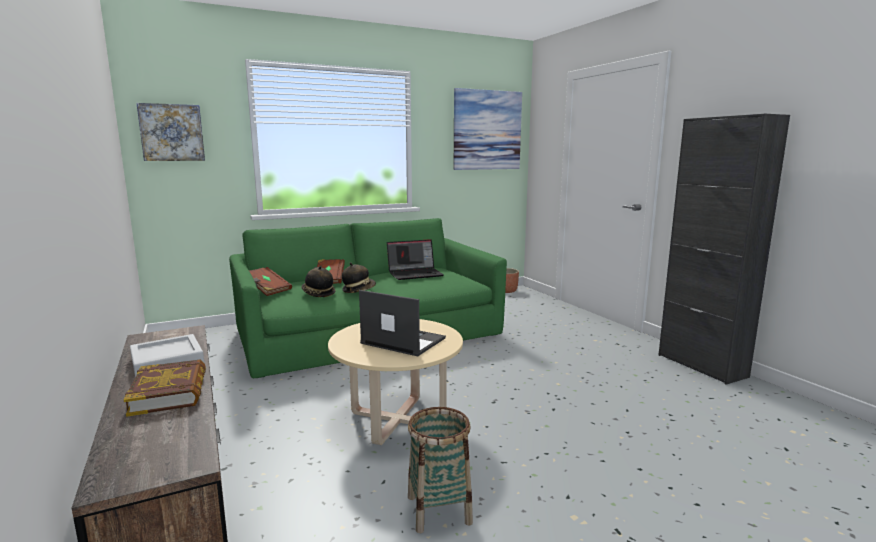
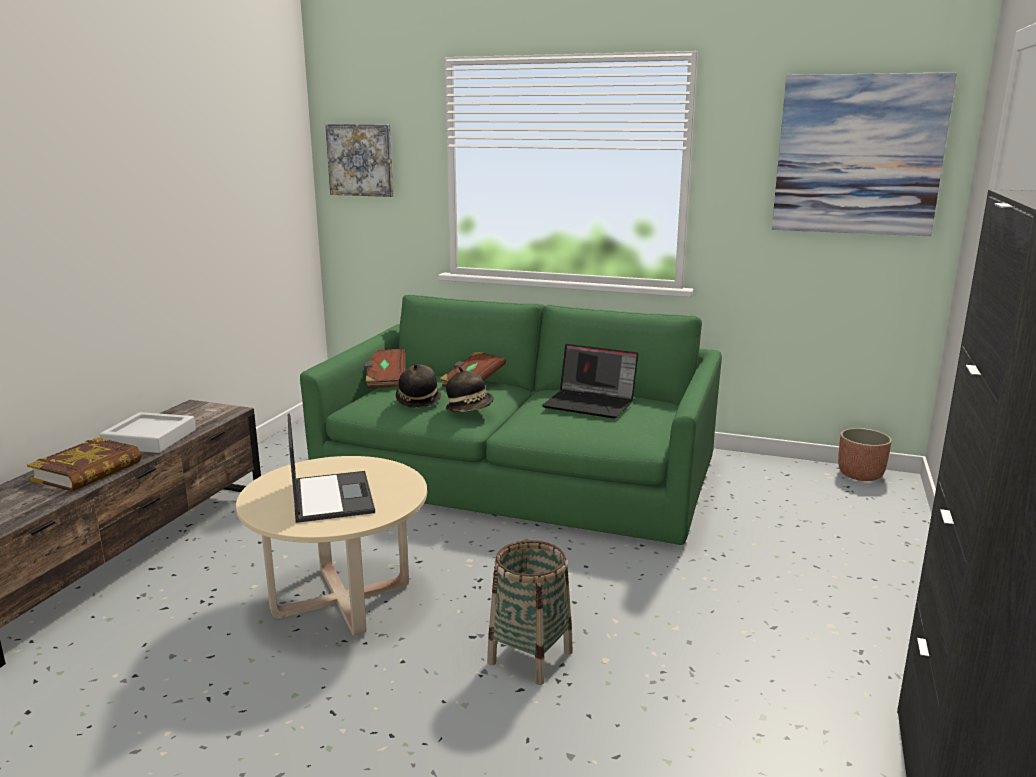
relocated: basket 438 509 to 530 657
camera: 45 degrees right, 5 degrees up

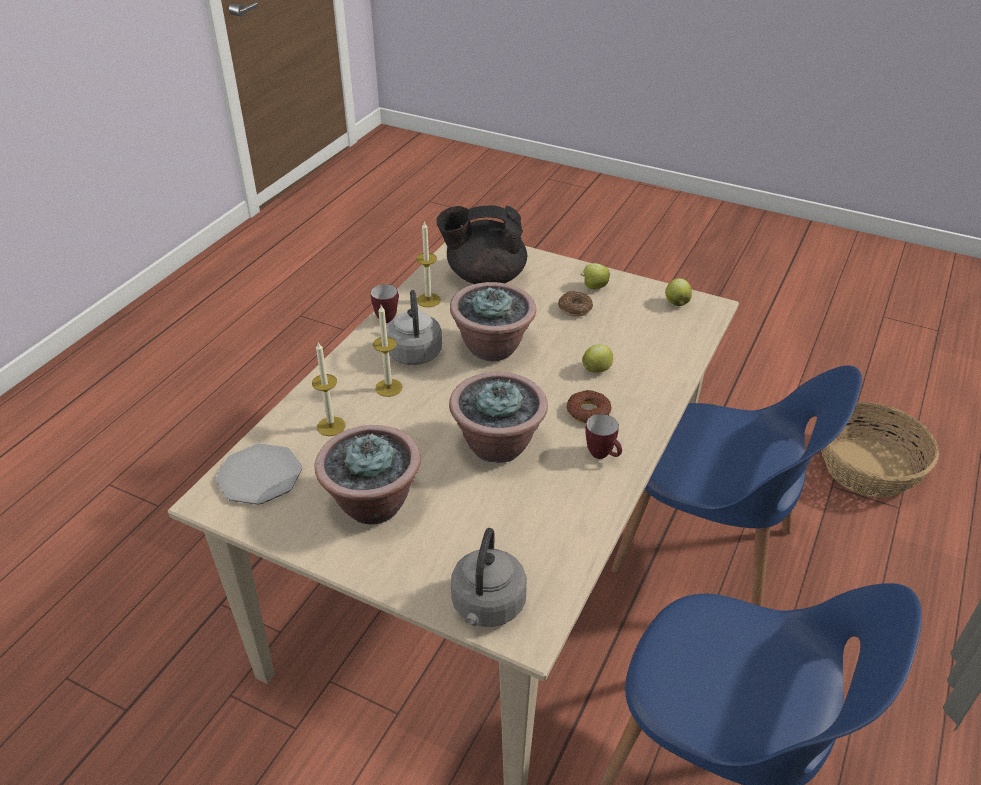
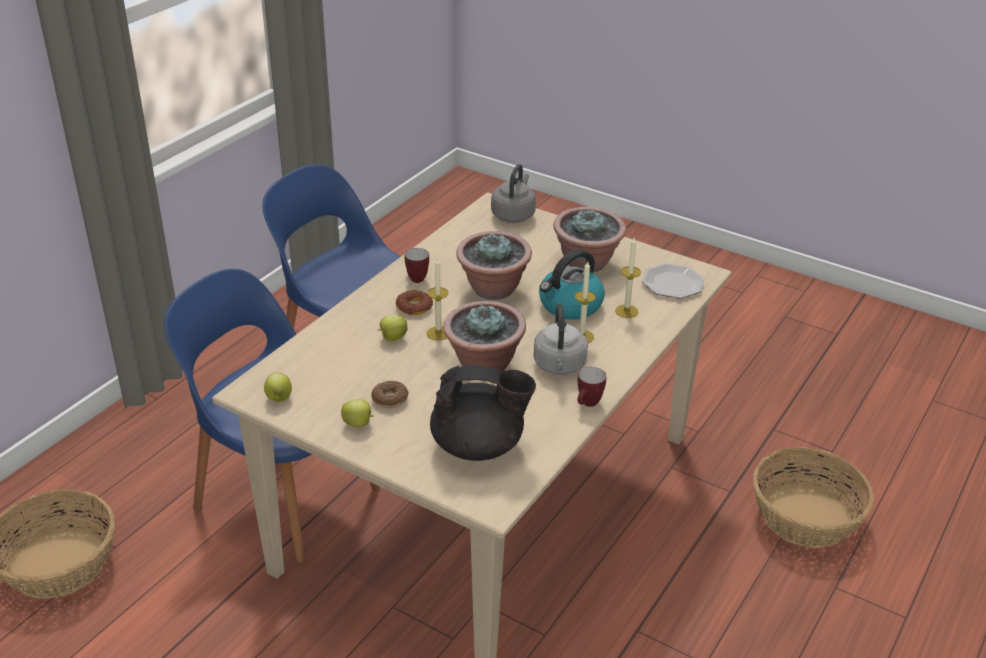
appeared: kettle 570 306; basket 806 517
relocated: candle 428 300 to 438 333
camera: 175 degrees left, 5 degrees down

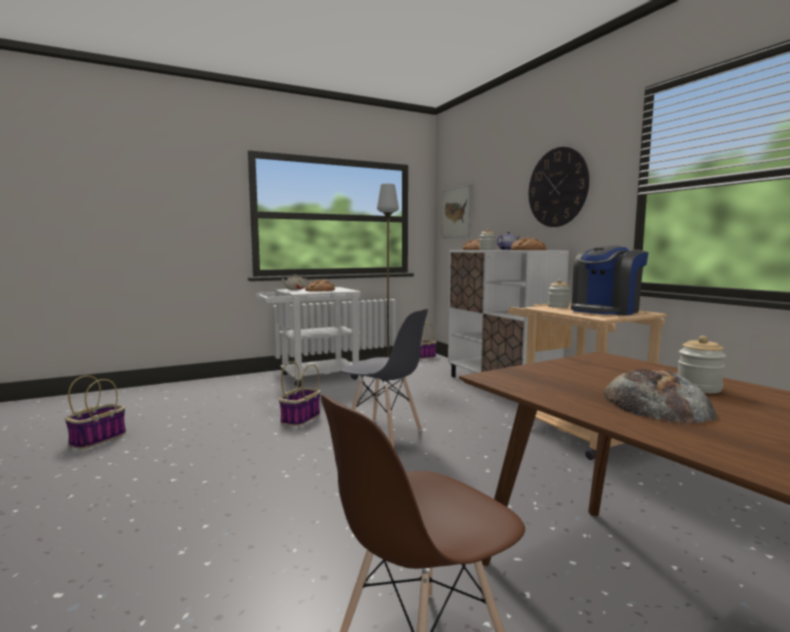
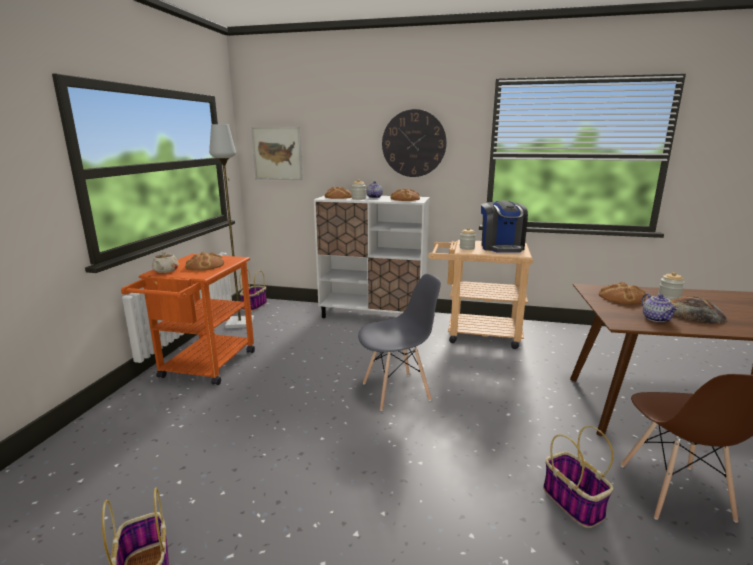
appeared: bread 621 297; teapot 657 319
relocated: basket 300 418 to 574 503
colour: cart (white) 312 377 to cart (orange) 204 368
camera: 50 degrees left, 10 degrees up

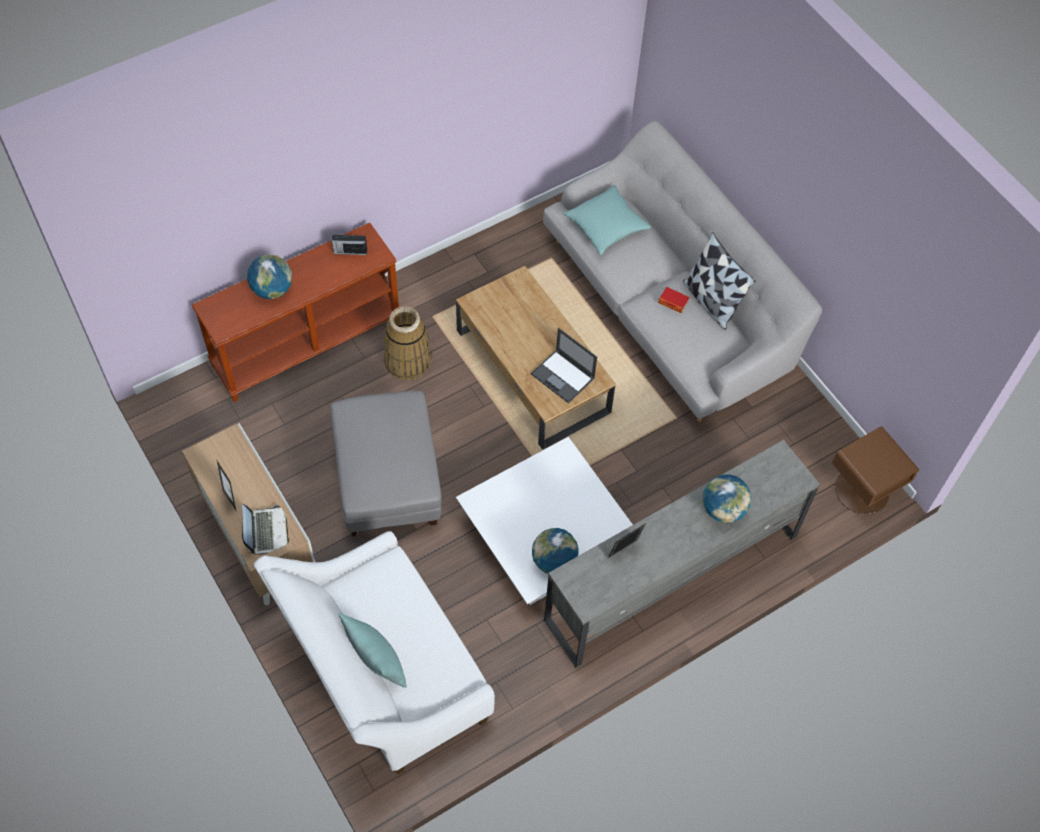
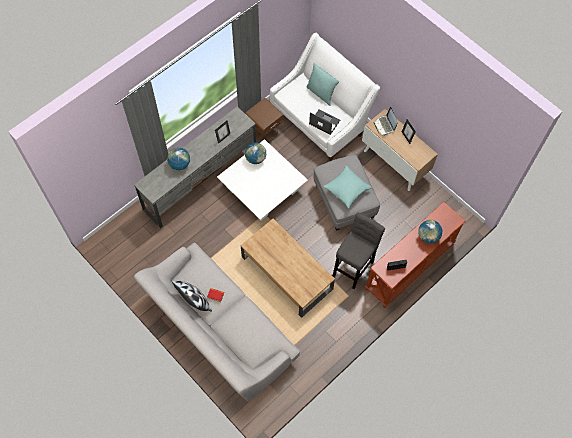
relocated: laptop 563 376 to 324 122; pillow (turquoise) 606 227 to 346 189; nightstand (brown) 862 490 to 264 130
exchanged: basket 407 360 to stool (grey) 354 267
camera: 170 degrees right, 5 degrees up

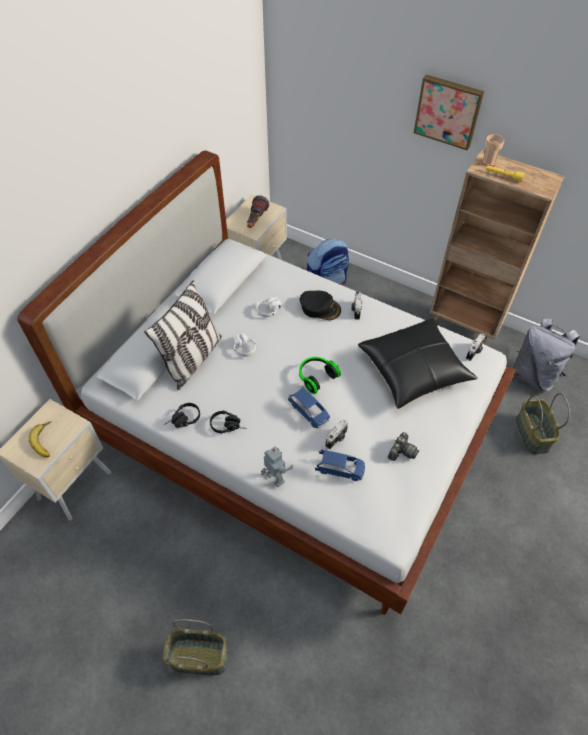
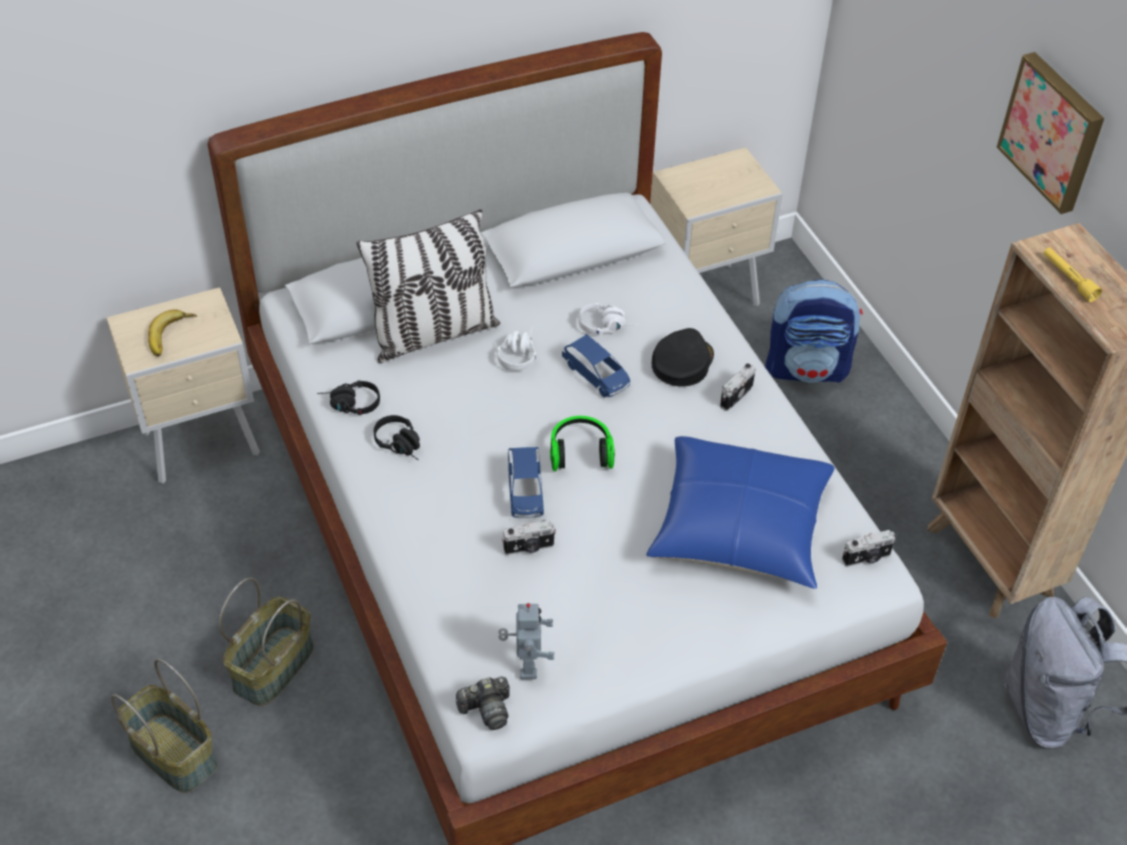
missing: flashlight 256 220; cup 488 162
relocated: toy robot 274 479 to 526 665; toy car (blue) 340 469 to 596 375; photo camera 401 452 to 486 709; basket 531 433 to 272 665
colour: pillow (black) 413 370 to pillow (blue) 739 527
spun: cap (black) 320 308 = 682 362 120 degrees counterclockwise
camera: 35 degrees right, 5 degrees down

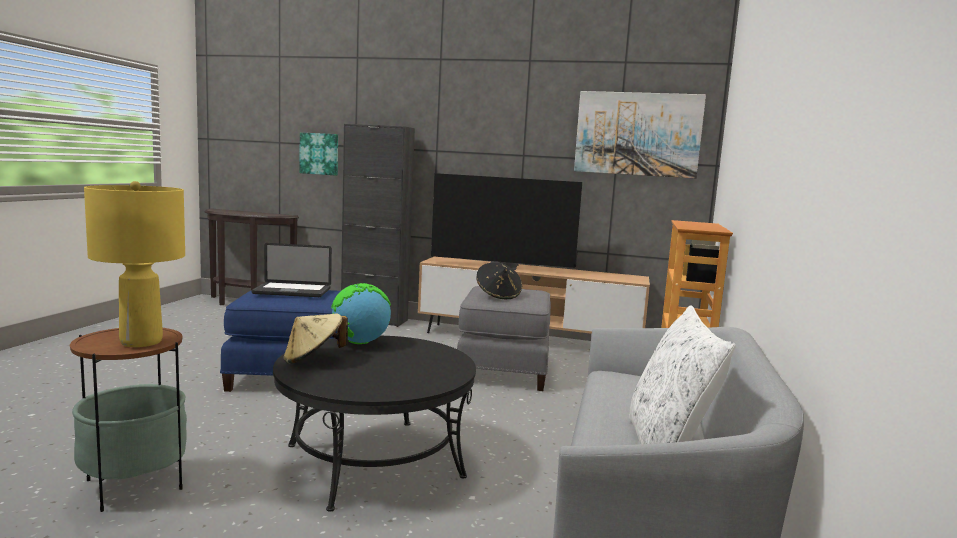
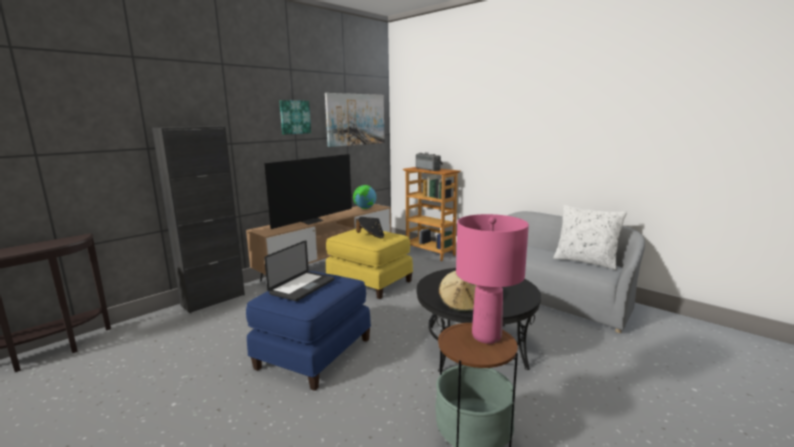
appeared: radio 429 169
relocated: picture 319 154 to 294 117; globe 360 343 to 365 208
colour: table lamp (yellow) 141 341 to table lamp (pink) 486 336; ottoman (grey) 503 369 to ottoman (yellow) 369 282
camera: 60 degrees left, 5 degrees up

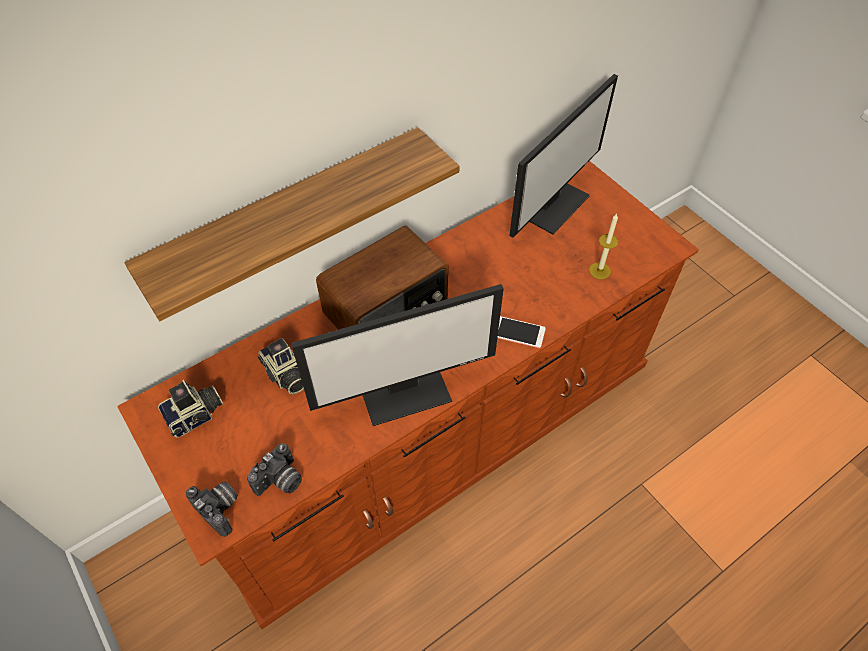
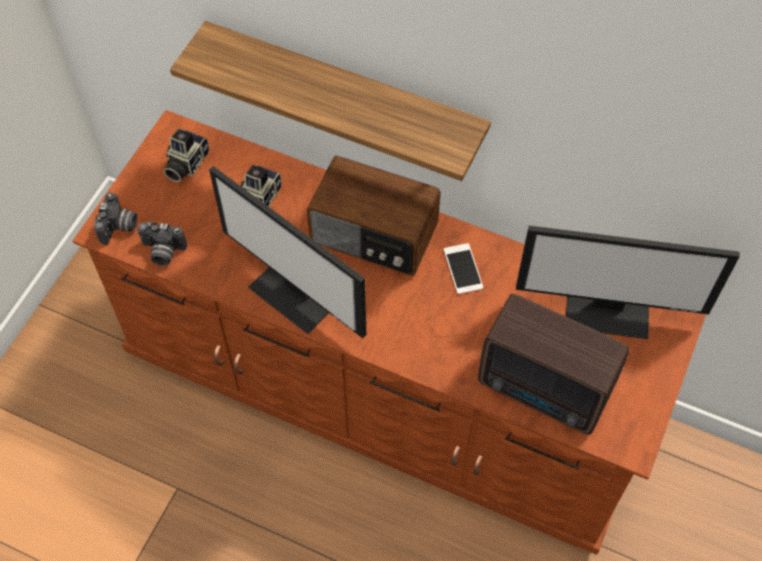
relocated: phone 517 332 to 463 269
exchanged: candle 599 271 to radio 545 391
spun: photo camera 196 416 = 185 164 90 degrees clockwise
camera: 60 degrees right, 5 degrees up

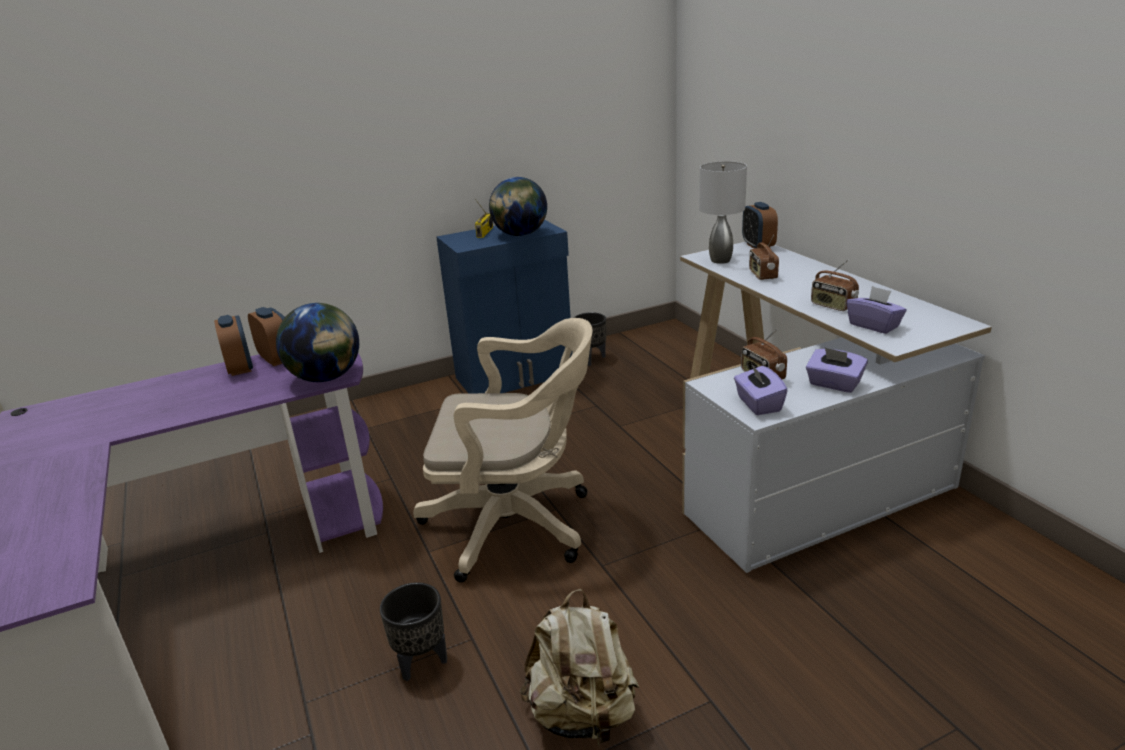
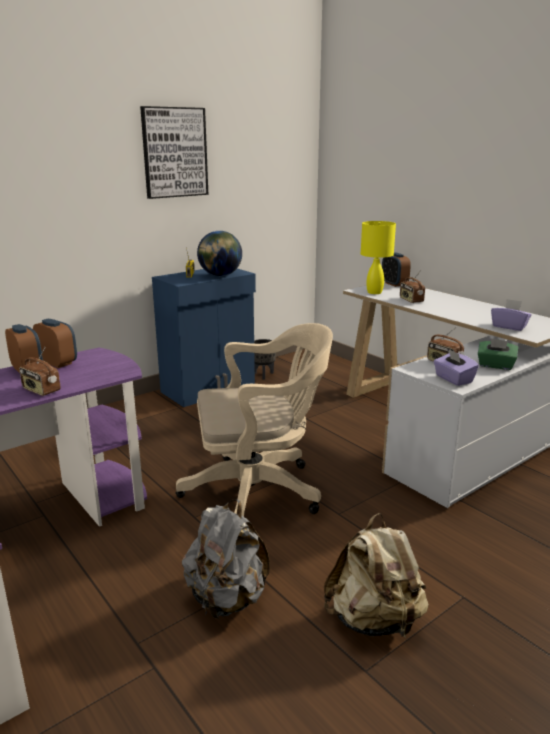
missing: globe 326 378
appeared: picture 174 152
relocated: radio 832 306 to 41 390
exchanged: planter (black) 422 662 to backpack (grey) 227 599
colour: table lamp (grey) 720 260 to table lamp (yellow) 374 292; tissue box (purple) 834 384 to tissue box (green) 495 365
camera: 15 degrees left, 5 degrees down

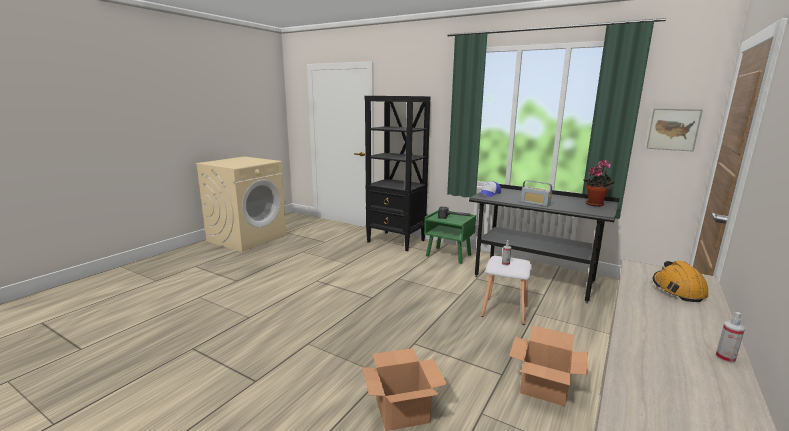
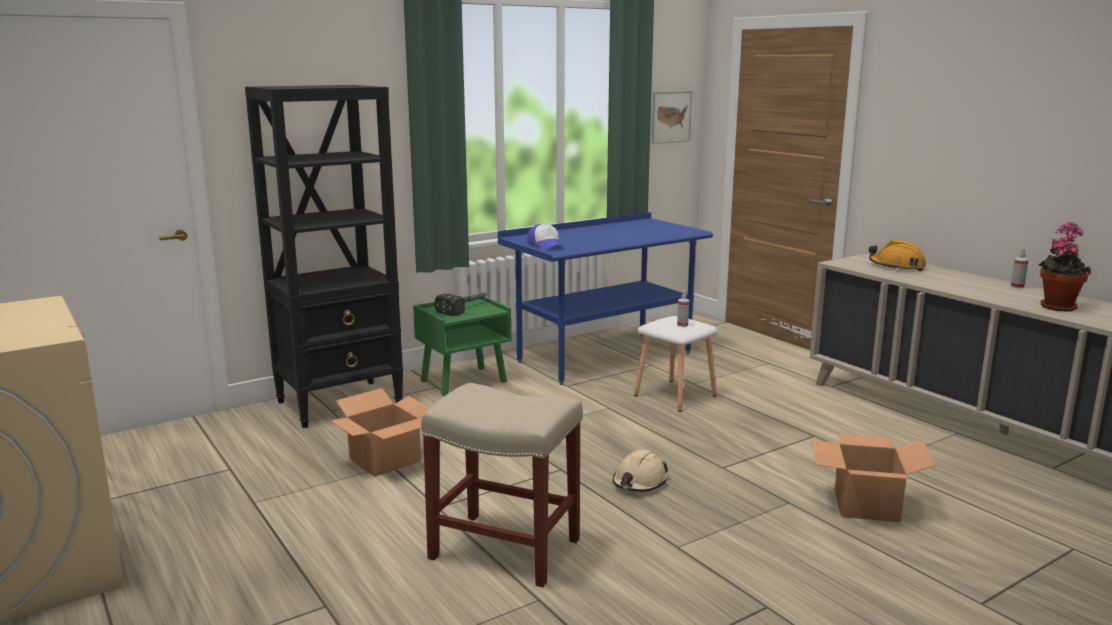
missing: radio 535 203
appeared: stool (beige) 507 549; hard hat (beige) 639 482
relocated: cardboard box 545 387 to 385 460; potted plant 596 204 to 1057 306
colour: desk (black) 533 279 to desk (blue) 604 357
camera: 65 degrees left, 0 degrees up

